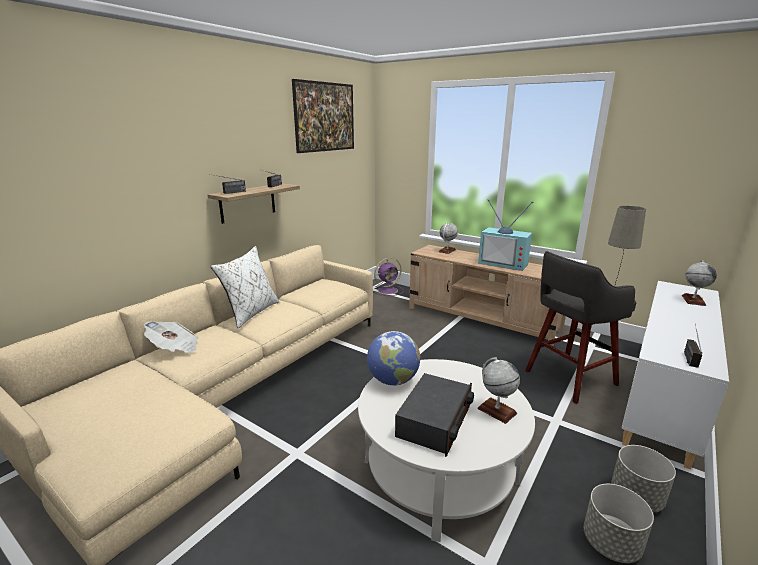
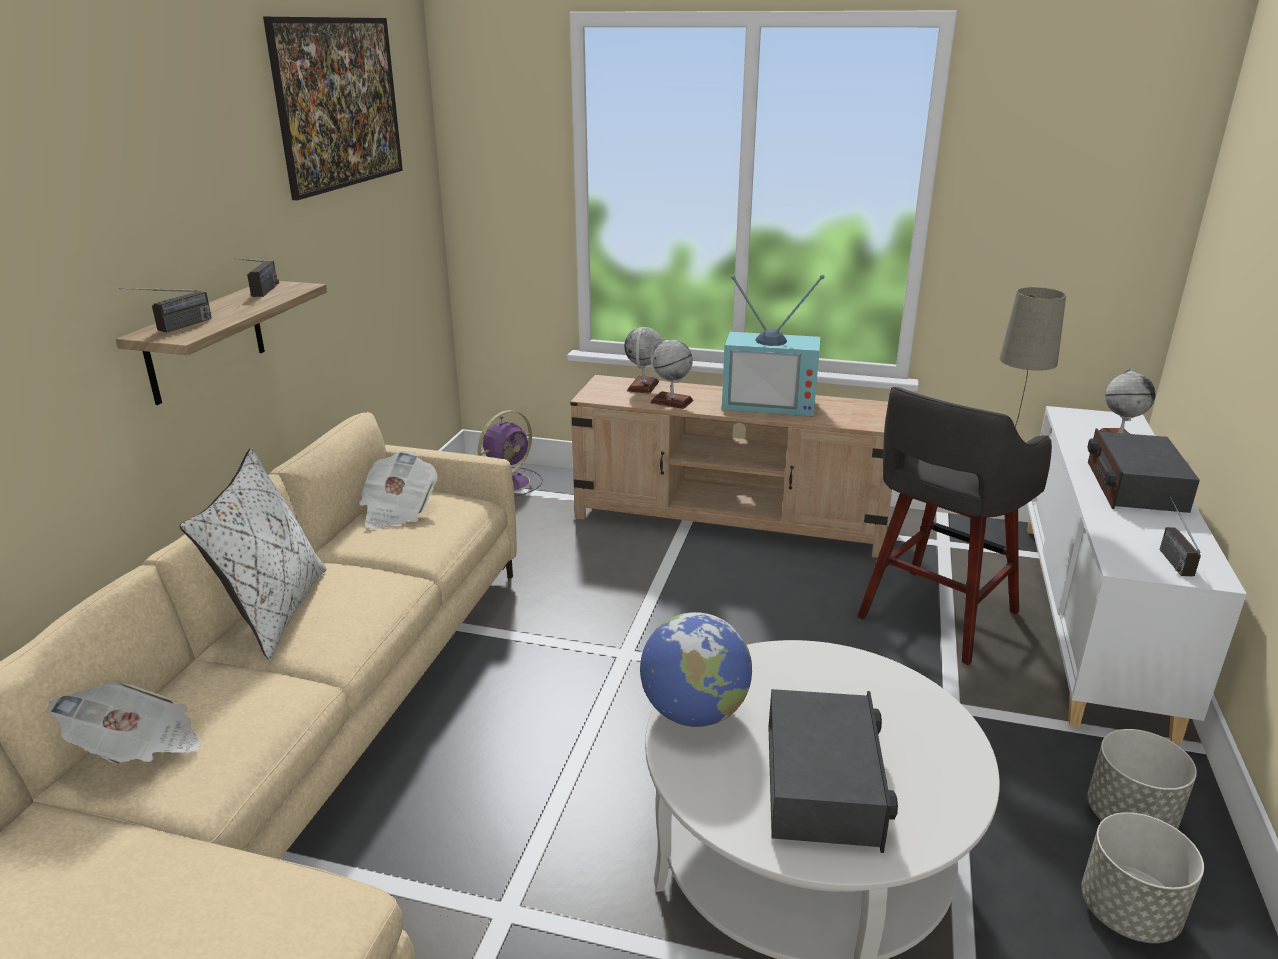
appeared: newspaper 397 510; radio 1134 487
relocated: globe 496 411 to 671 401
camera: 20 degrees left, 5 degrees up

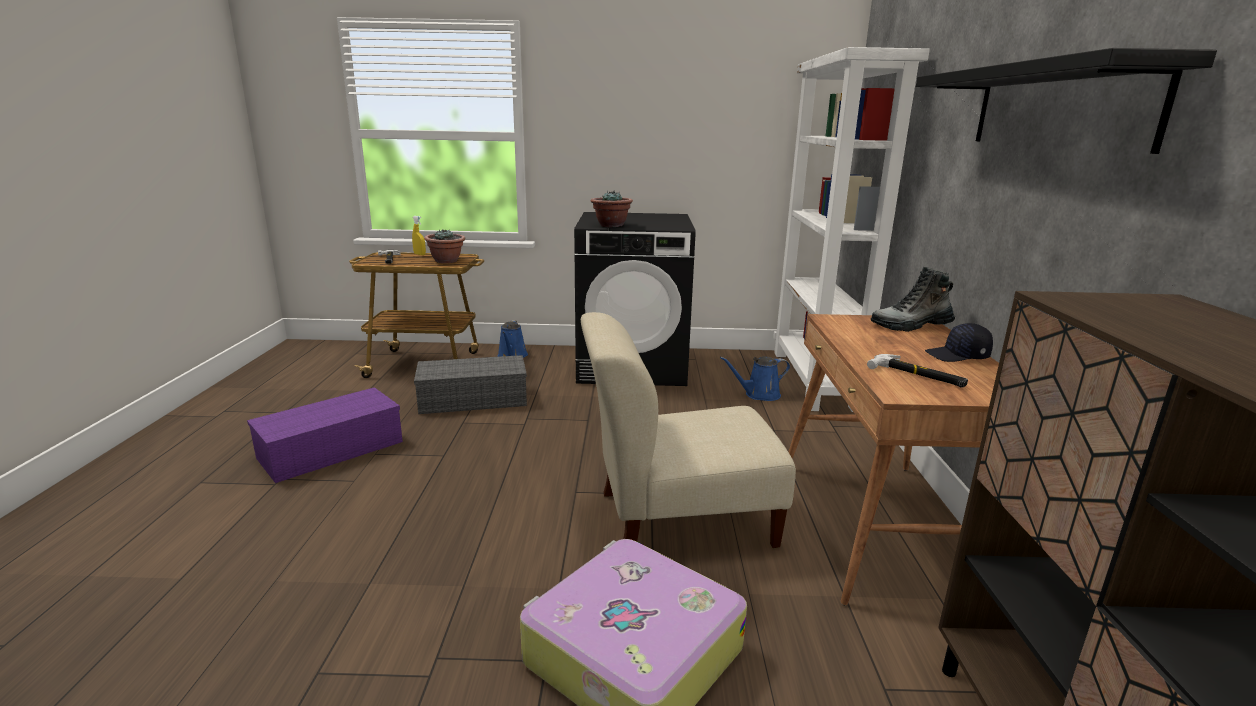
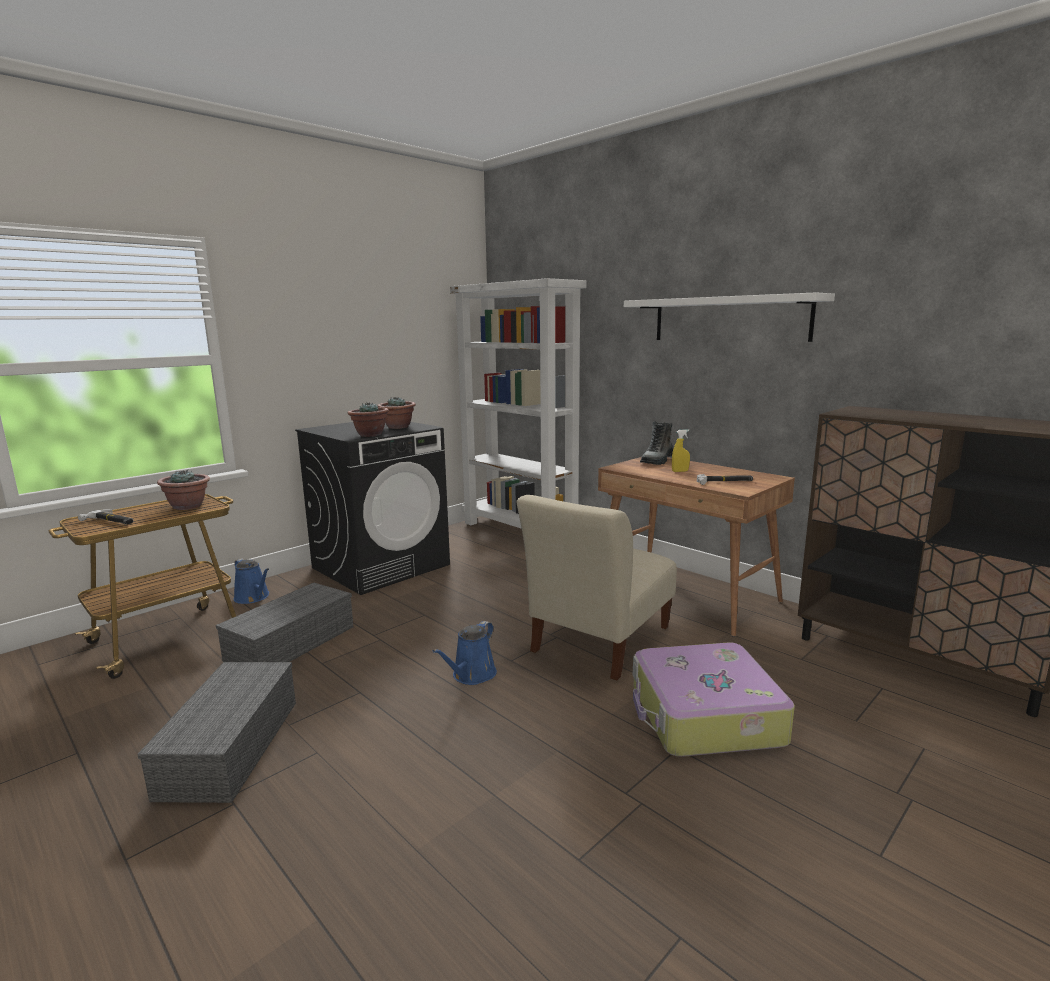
missing: cap (black) 957 356
appeared: potted plant 398 427
relocated: spray bottle (yellow) 419 254 to 680 471; watering can (blue) 759 395 to 471 675
colour: storage box (purple) 330 451 to storage box (grey) 231 748; shelf (black) 1057 107 to shelf (white) 729 319
camera: 45 degrees left, 5 degrees down

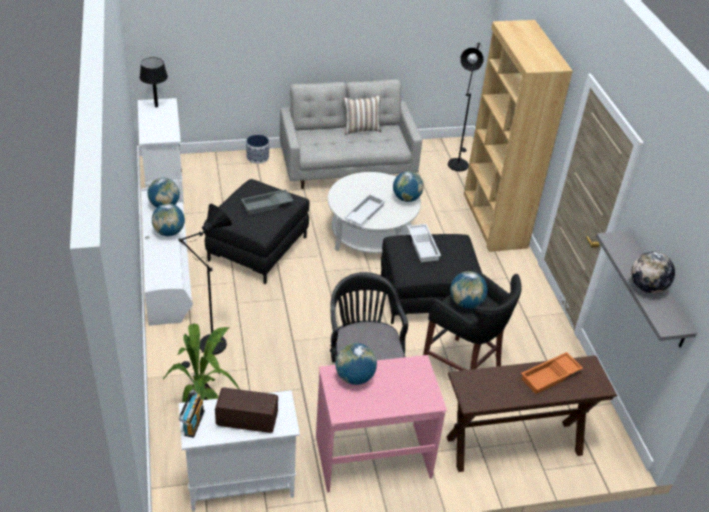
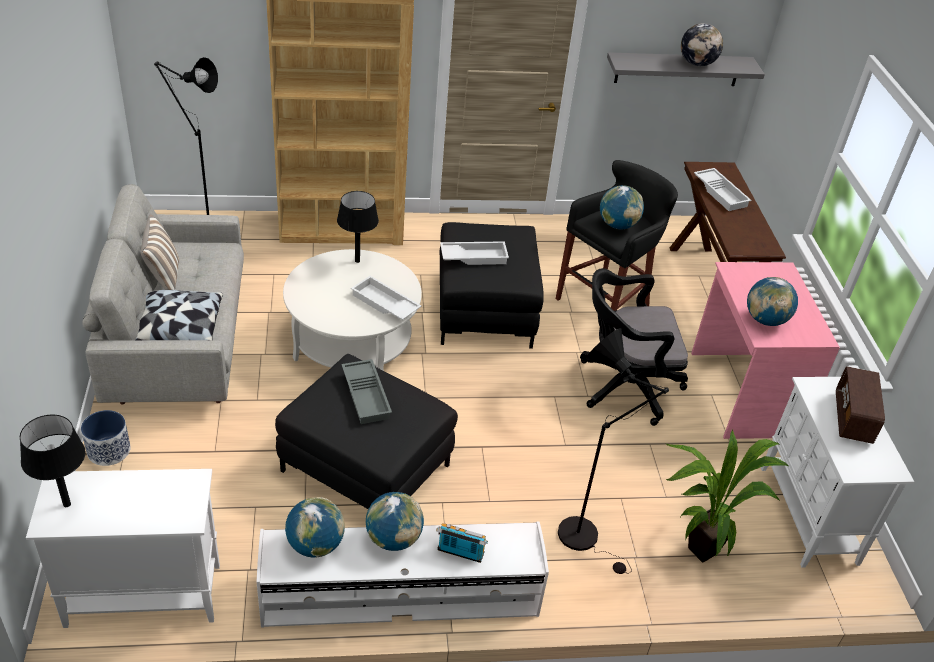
appeared: pillow 178 329
relocated: radio 192 423 to 459 553
exchanged: globe 406 198 to table lamp (black) 357 261
colour: tray (orange) 550 376 to tray (white) 721 193
camera: 85 degrees left, 0 degrees up

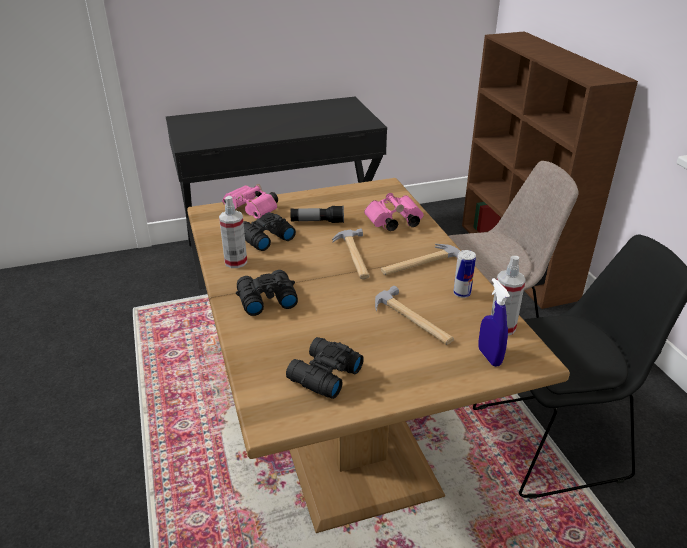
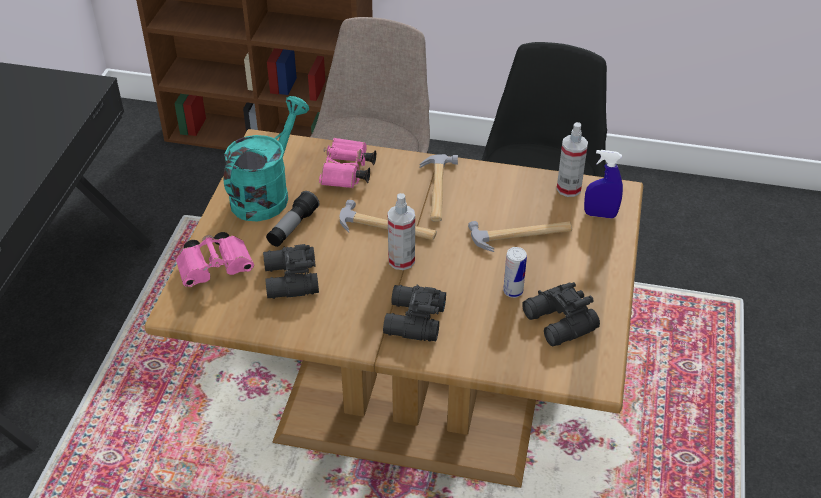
appeared: watering can (turquoise) 266 193
relocated: spray bottle 236 262 to 401 260; can 462 293 to 513 291
camera: 60 degrees left, 10 degrees up

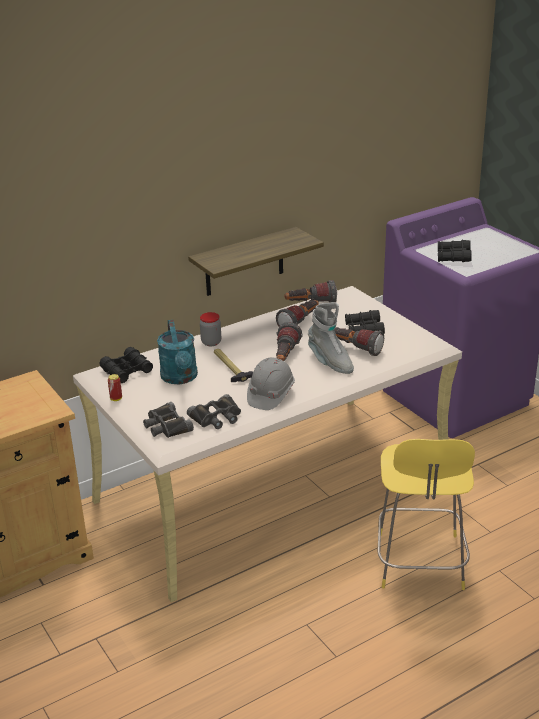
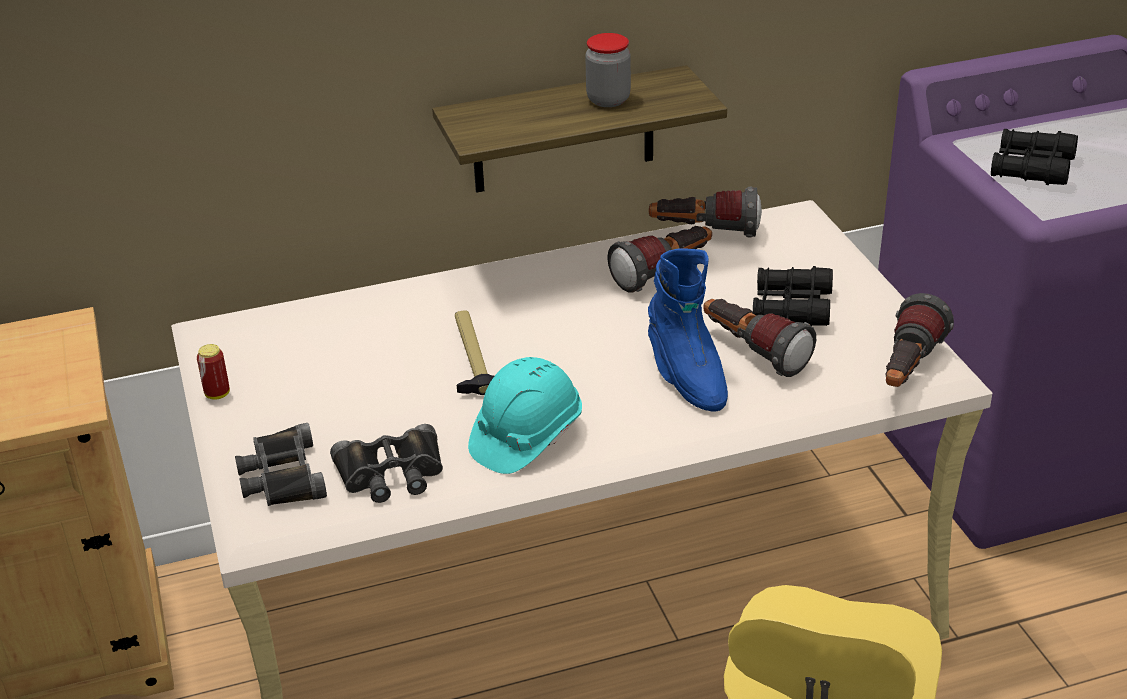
missing: binoculars (black) 127 371; watering can (turquoise) 180 378
relocated: jar 211 342 to 608 100; flashlight 285 357 to 907 370
colour: hard hat (grey) 270 395 to hard hat (turquoise) 526 437; boot (grey) 330 362 to boot (blue) 685 376
camera: 15 degrees right, 5 degrees up

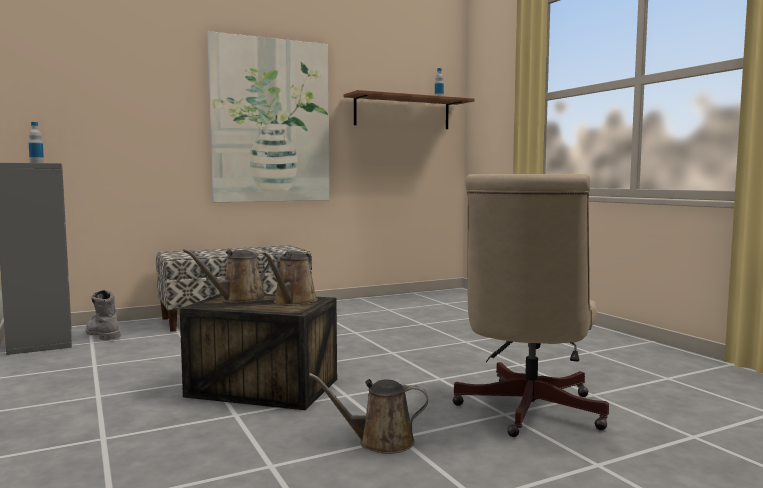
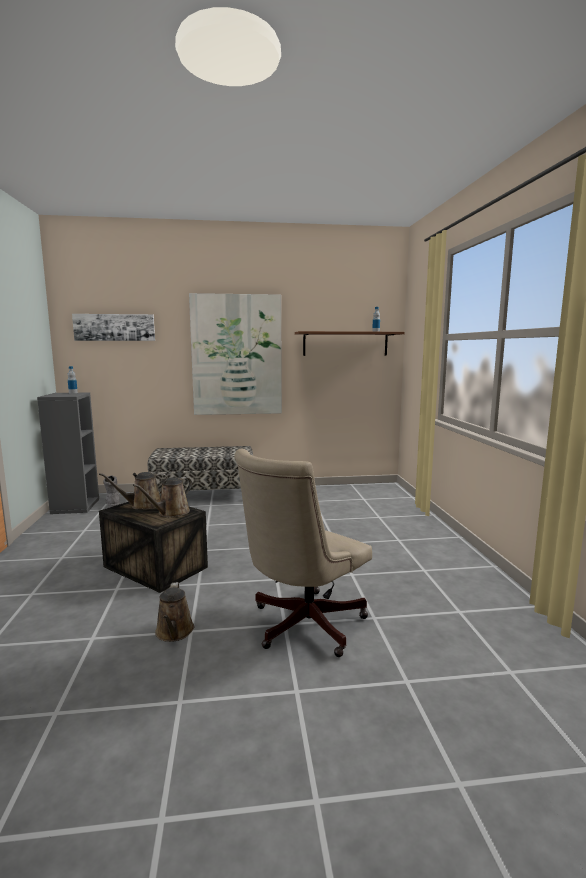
appeared: picture 114 327
spun: watering can (brown) 380 442 = 174 632 120 degrees counterclockwise
camera: 20 degrees right, 5 degrees up

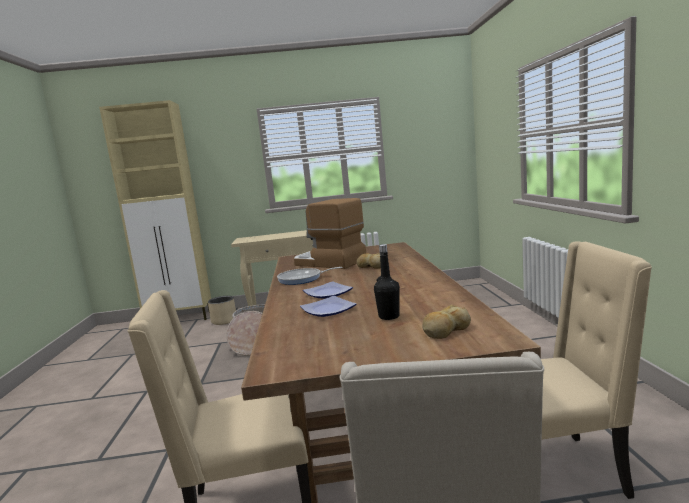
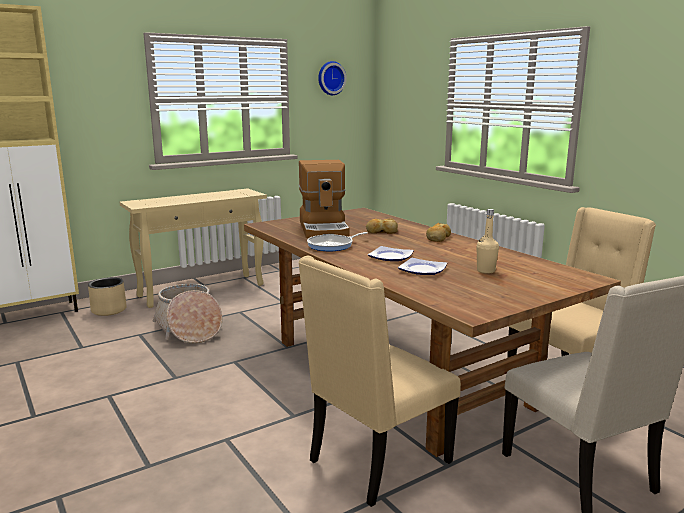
appeared: wall clock 330 78
relocated: bread 445 330 to 438 238
colour: bottle (black) 389 316 to bottle (beige) 485 271
spun: coffee machine 328 262 = 324 229 105 degrees counterclockwise
camera: 30 degrees left, 5 degrees up

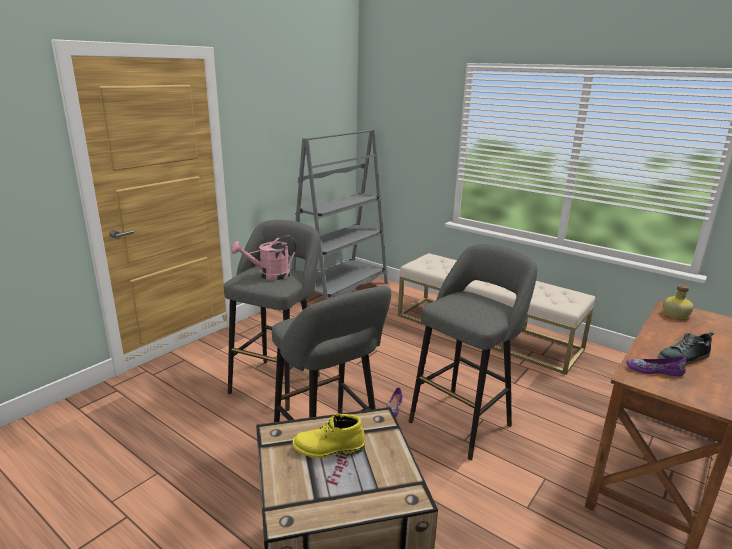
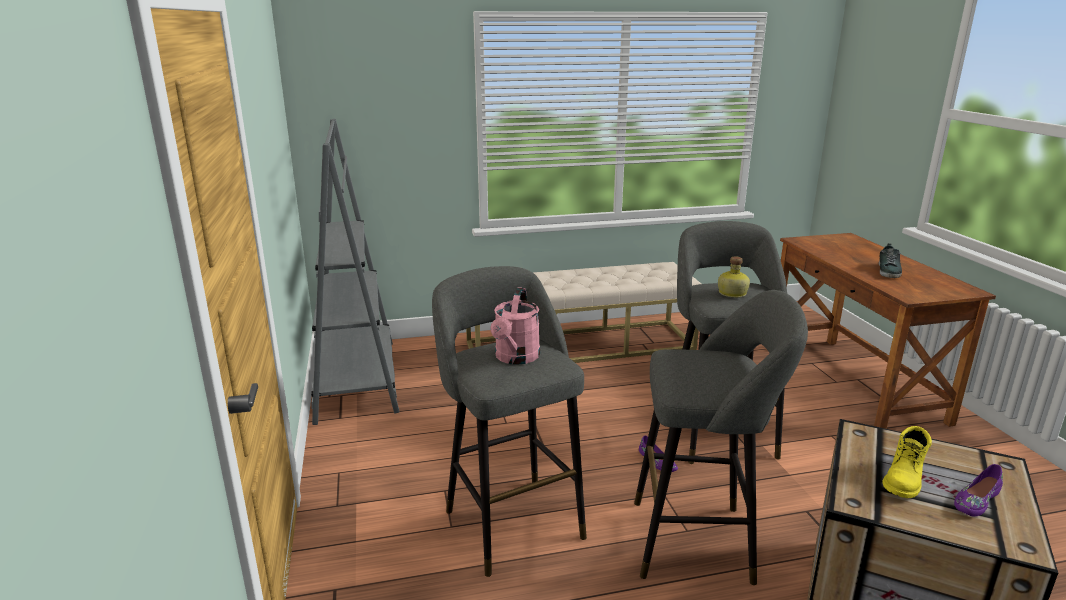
relocated: shoe (purple) 653 370 to 975 500; bottle 674 314 to 731 293
camera: 50 degrees left, 0 degrees up

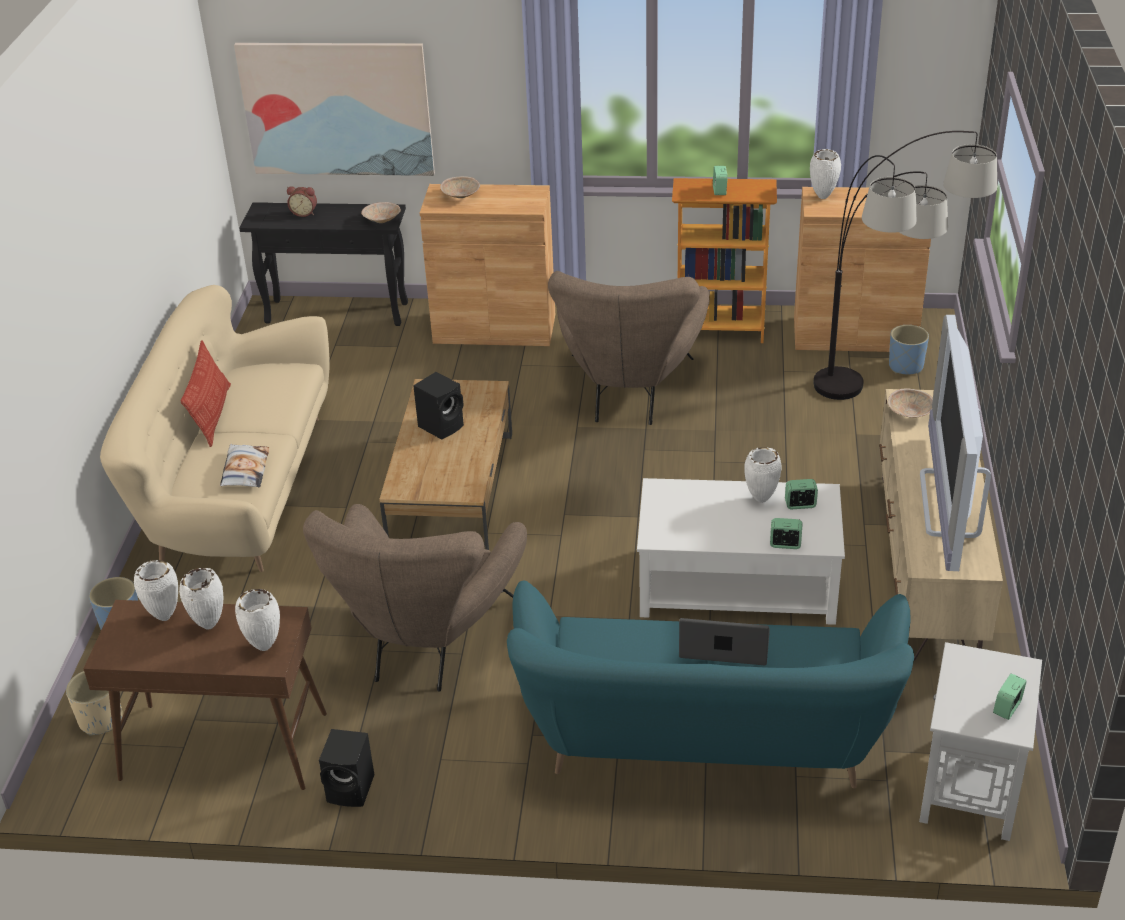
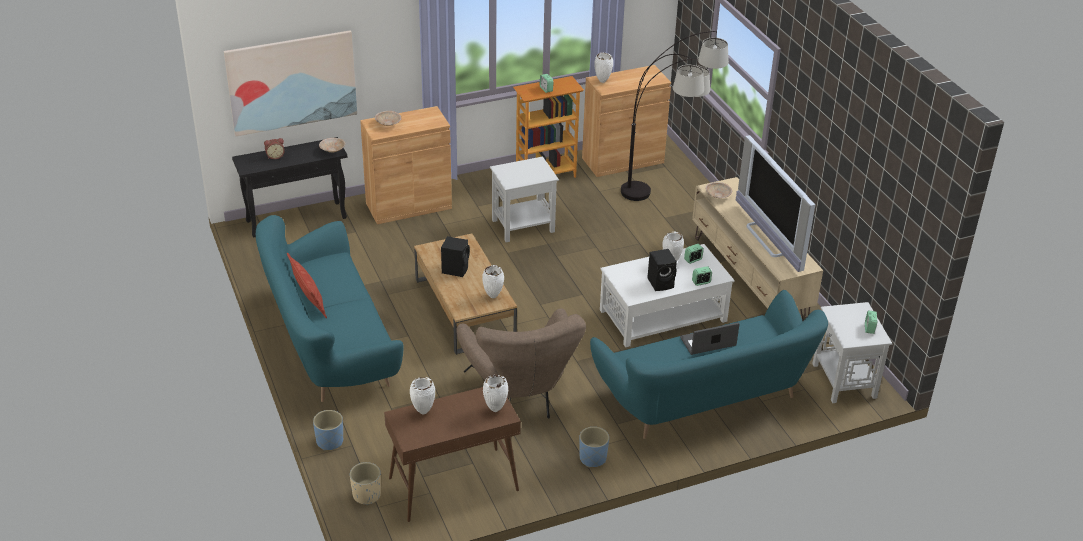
missing: pillow 245 470
relocated: vase (white) 209 626 to 493 297; speaker (black) 352 789 to 661 283; planter (blue) 905 366 to 592 458
exchanged: armchair (brown) 629 394 to side table (white) 522 226
colour: sofa (beige) 236 488 to sofa (turquoise) 329 343
camera: 30 degrees left, 0 degrees up

